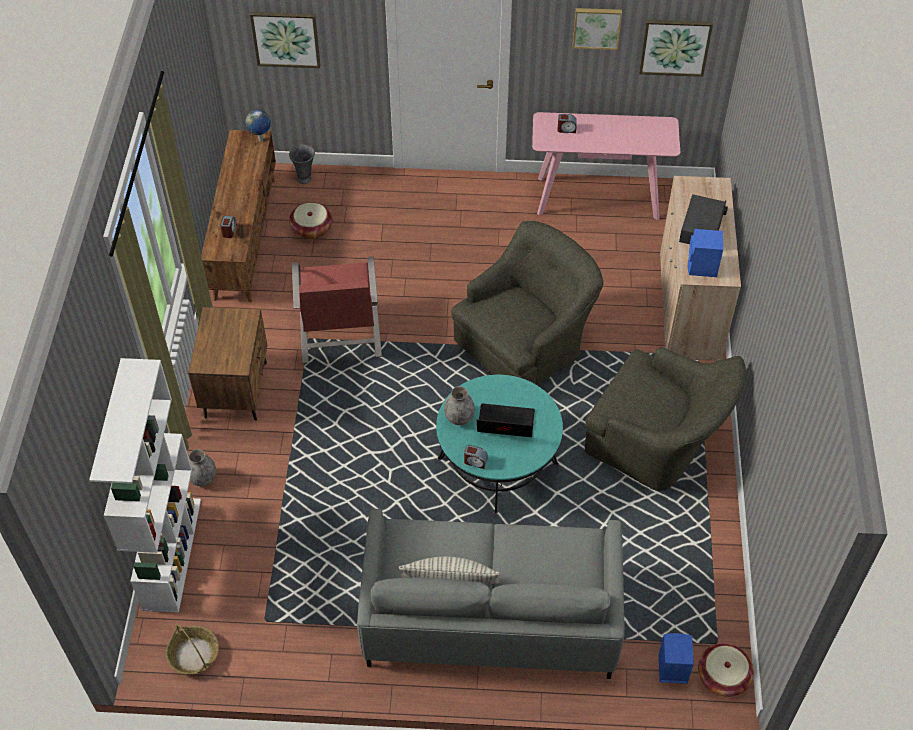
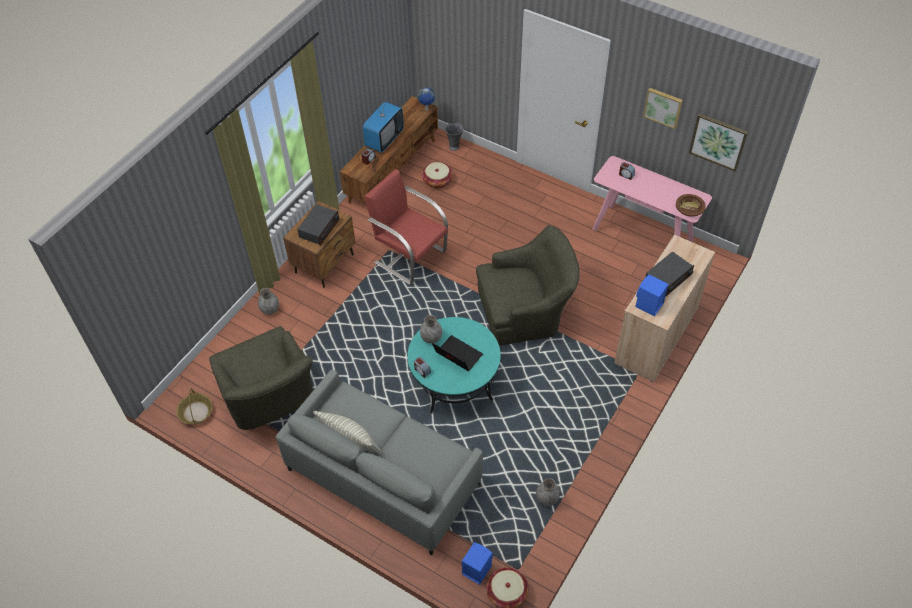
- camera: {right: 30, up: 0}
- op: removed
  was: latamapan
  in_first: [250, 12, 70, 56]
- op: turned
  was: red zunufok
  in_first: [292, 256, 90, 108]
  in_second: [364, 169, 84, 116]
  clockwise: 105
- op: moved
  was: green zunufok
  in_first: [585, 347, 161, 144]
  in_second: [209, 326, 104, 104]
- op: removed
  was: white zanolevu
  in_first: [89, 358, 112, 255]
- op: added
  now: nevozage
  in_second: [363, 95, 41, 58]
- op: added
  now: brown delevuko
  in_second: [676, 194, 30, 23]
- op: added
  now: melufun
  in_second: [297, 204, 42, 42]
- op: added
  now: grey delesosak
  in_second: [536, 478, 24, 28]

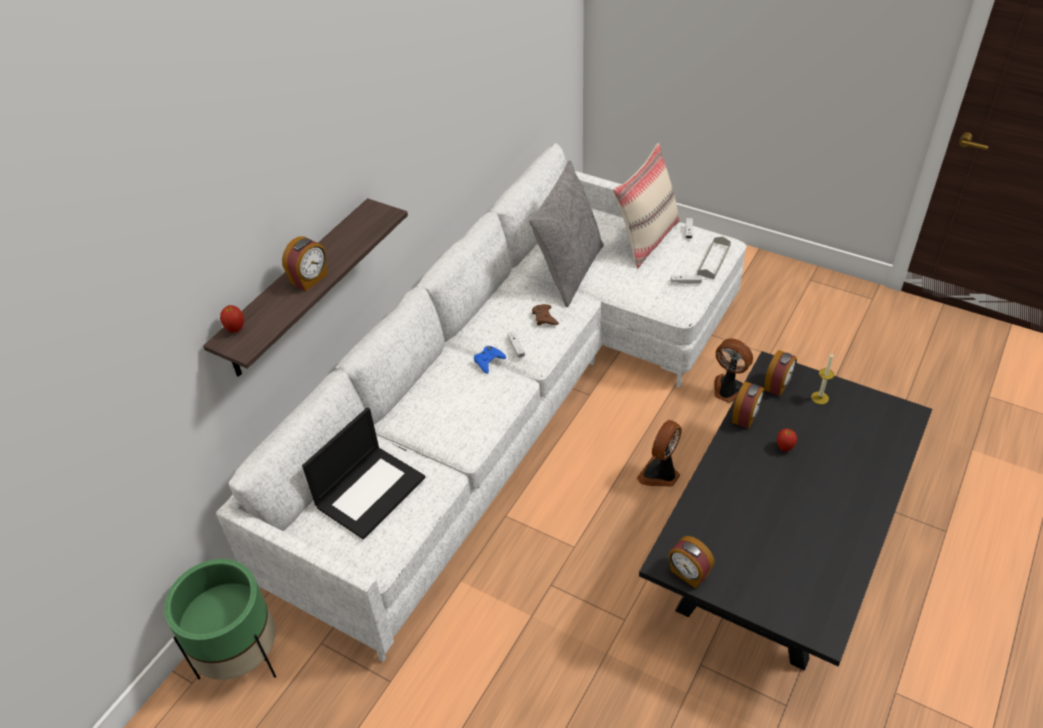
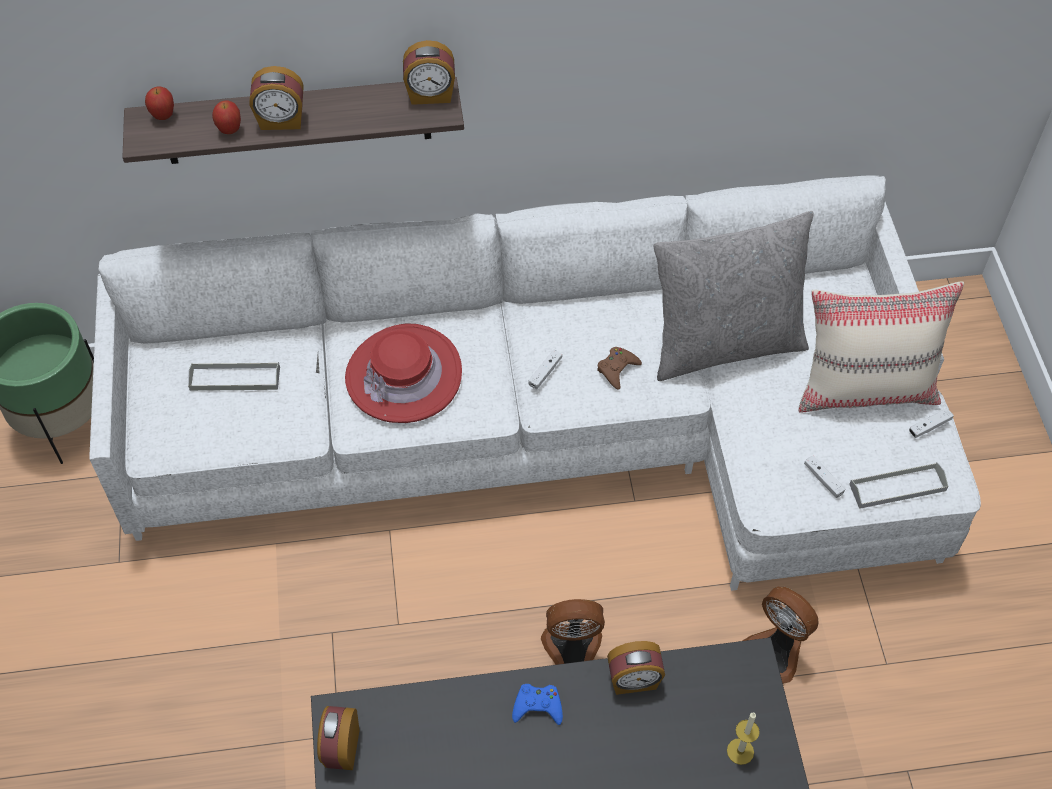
- camera: {right: 50, up: 10}
- op: turned
  was: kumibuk
  in_first: [714, 338, 39, 65]
  in_second: [742, 587, 76, 97]
  clockwise: 135
- op: moved
  was: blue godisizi
  in_first: [474, 346, 32, 28]
  in_second: [512, 684, 51, 41]
- op: moved
  was: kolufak
  in_first: [764, 350, 33, 46]
  in_second: [403, 40, 52, 65]
- op: replaced
  was: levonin
  now: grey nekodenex
  in_first: [302, 407, 123, 133]
  in_second: [188, 362, 92, 29]
- op: moved
  was: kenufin
  in_first: [777, 429, 20, 22]
  in_second: [212, 100, 29, 34]
- op: added
  now: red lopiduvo
  in_second: [345, 324, 117, 99]

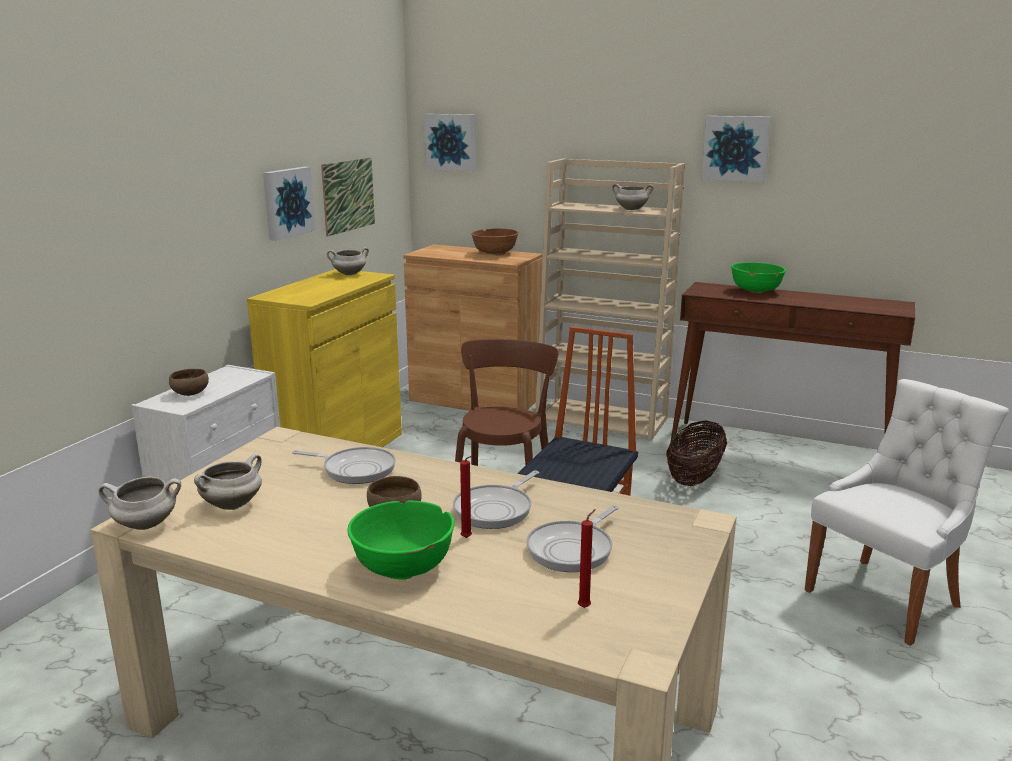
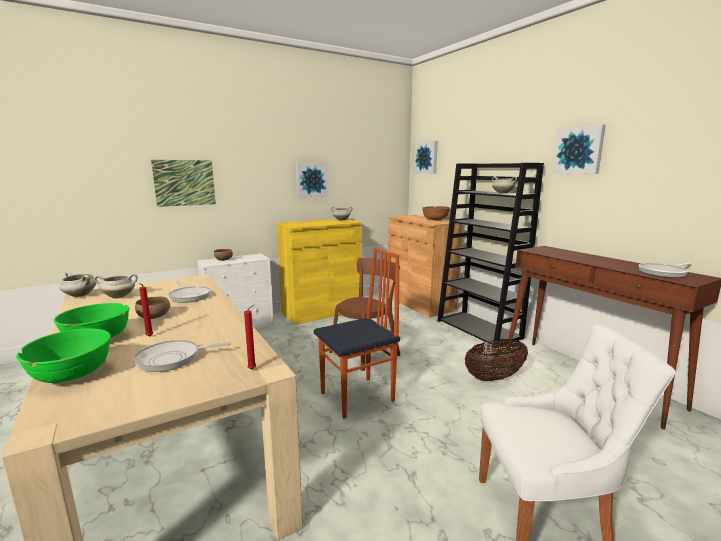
- camera: {right: 35, up: -5}
- op: moved
  was: latamapan
  in_first: [321, 157, 54, 79]
  in_second: [151, 160, 65, 47]
- op: recoloured
  was: beige zanolevu
  now: black zanolevu
  in_first: [535, 159, 150, 282]
  in_second: [437, 163, 107, 185]
- op: moved
  was: green delevuko
  in_first: [731, 262, 55, 32]
  in_second: [16, 328, 95, 55]
- op: moved
  was: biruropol
  in_first: [453, 470, 86, 59]
  in_second: [639, 263, 53, 15]
- op: moved
  was: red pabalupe
  in_first: [578, 509, 18, 99]
  in_second: [244, 305, 12, 64]

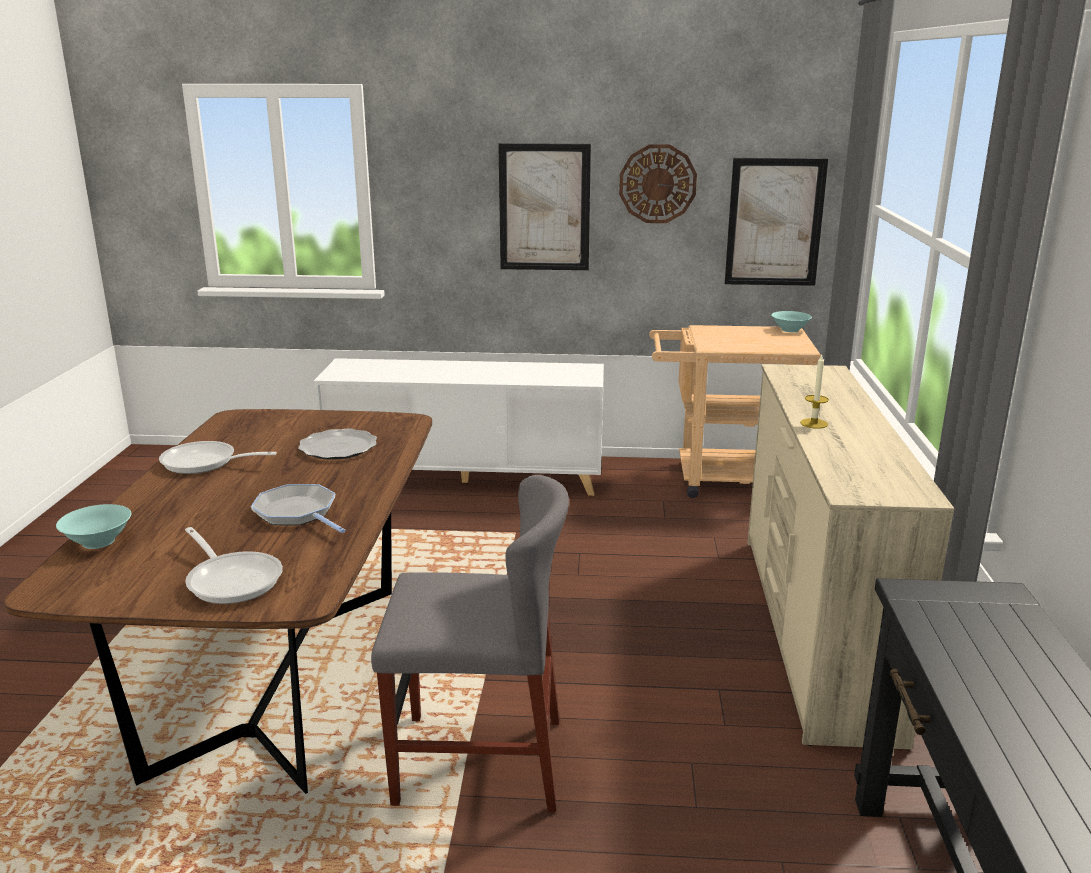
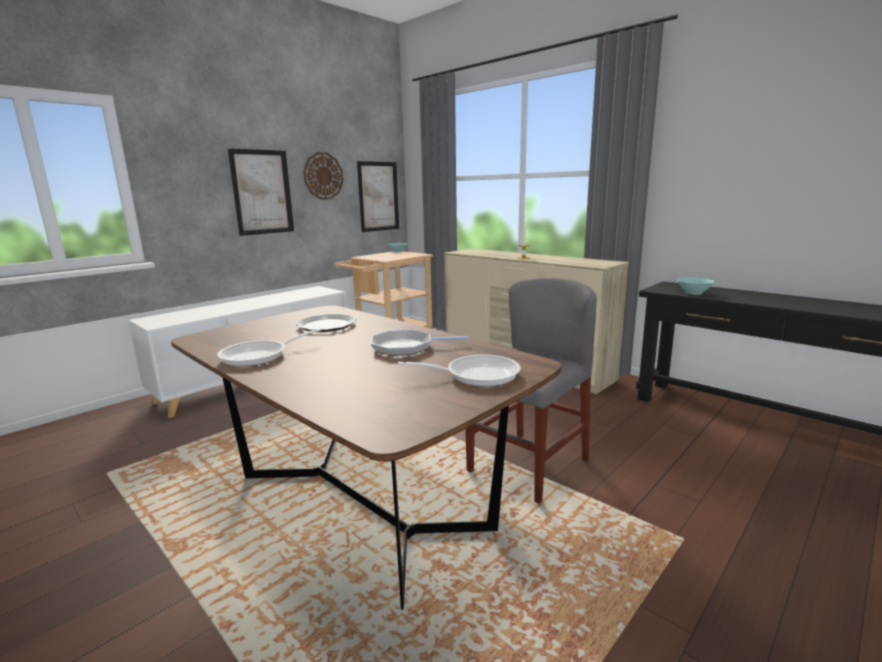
- camera: {right: -50, up: -5}
- op: moved
  was: turquoise delevuko
  in_first: [56, 504, 75, 45]
  in_second: [677, 277, 38, 18]

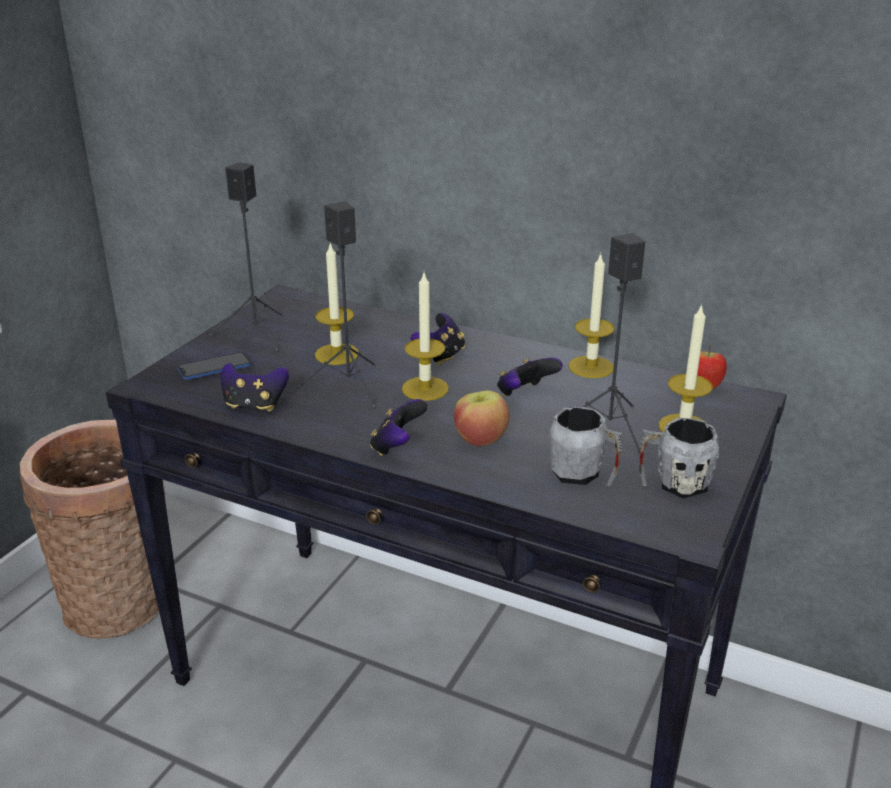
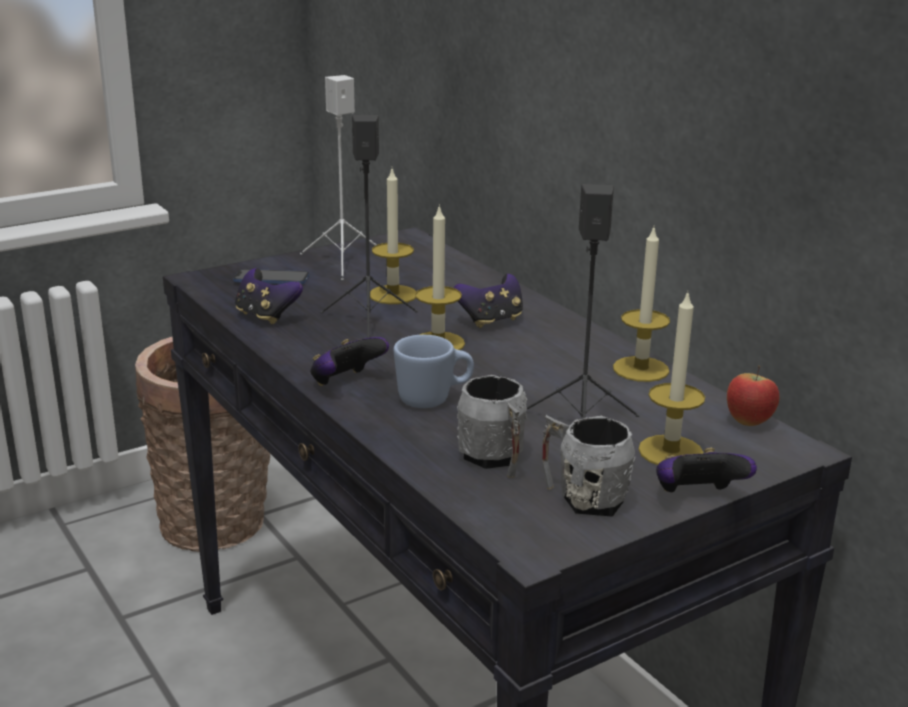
- camera: {right: 30, up: -5}
- op: recoloured
  was: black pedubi
  now: white pedubi
  in_first: [209, 162, 74, 190]
  in_second: [300, 75, 76, 205]
- op: moved
  was: godisizi
  in_first: [497, 357, 66, 39]
  in_second: [656, 448, 101, 44]
- op: replaced
  was: kenufin
  now: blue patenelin
  in_first: [454, 390, 56, 56]
  in_second: [394, 335, 80, 73]

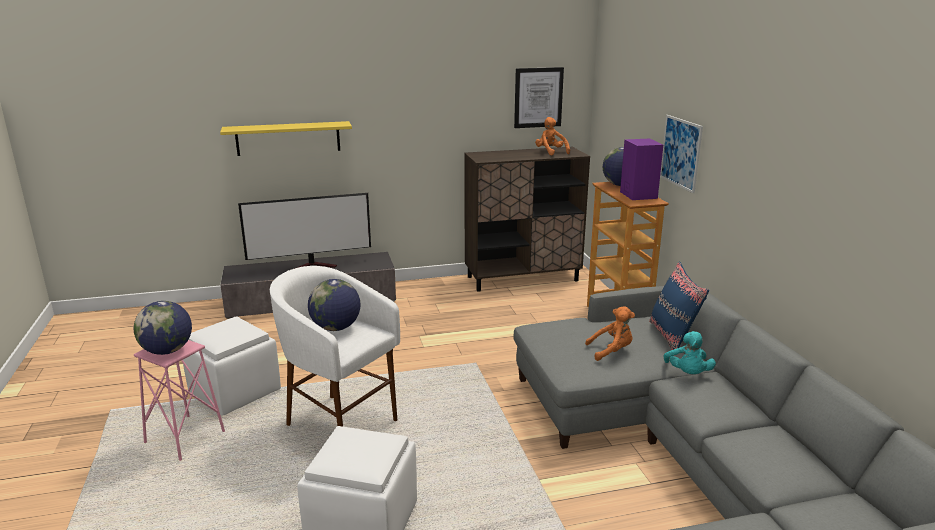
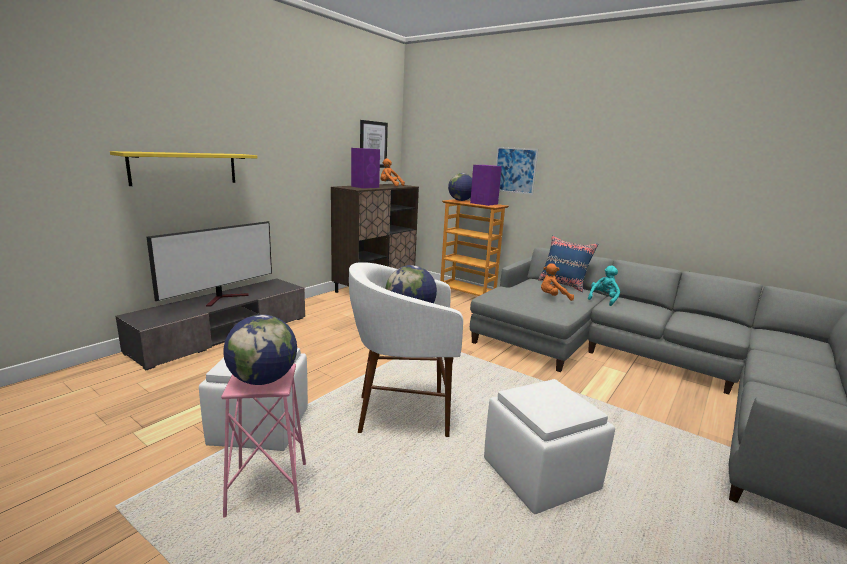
- camera: {right: -40, up: -5}
- op: turned
  was: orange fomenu
  in_first: [585, 306, 50, 55]
  in_second: [541, 263, 33, 38]
  clockwise: -135
- op: turned
  was: turquoise fomenu
  in_first: [663, 331, 53, 43]
  in_second: [588, 265, 32, 41]
  clockwise: -105
- op: added
  now: purple pedubi
  in_second: [351, 148, 29, 40]

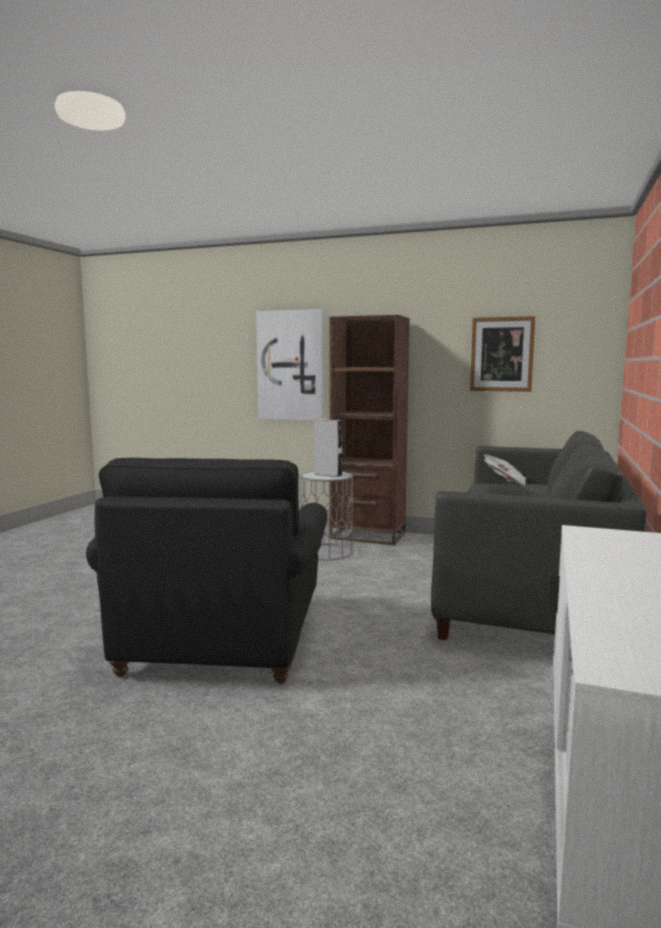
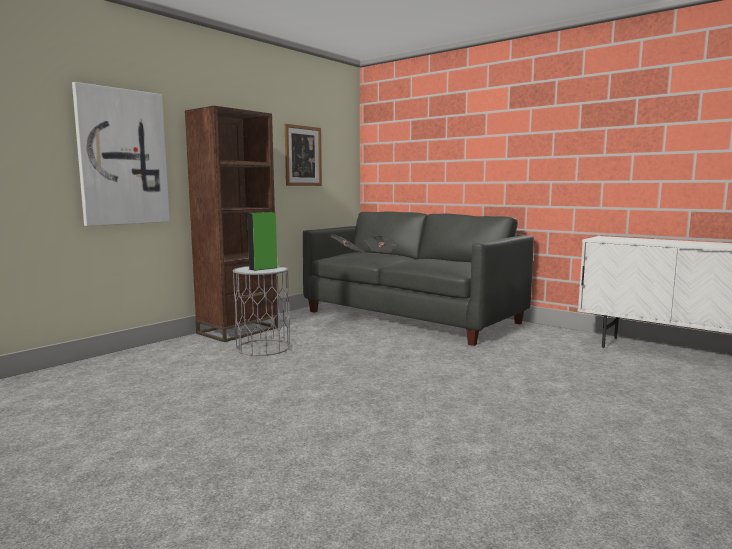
- camera: {right: -70, up: 0}
- op: recoloured
  was: grey pedubi
  now: green pedubi
  in_first: [314, 419, 28, 58]
  in_second: [247, 212, 30, 59]
- op: removed
  was: black zunufok
  in_first: [86, 458, 241, 225]

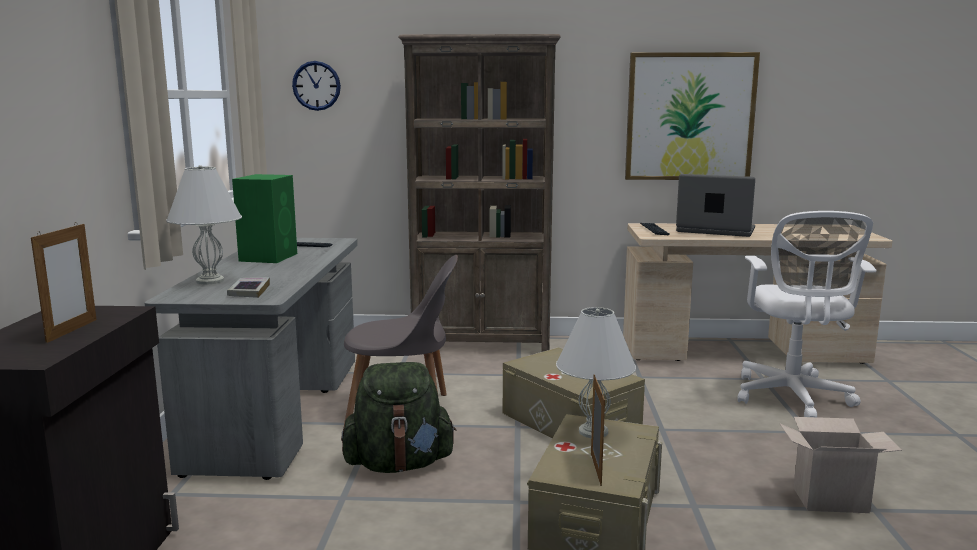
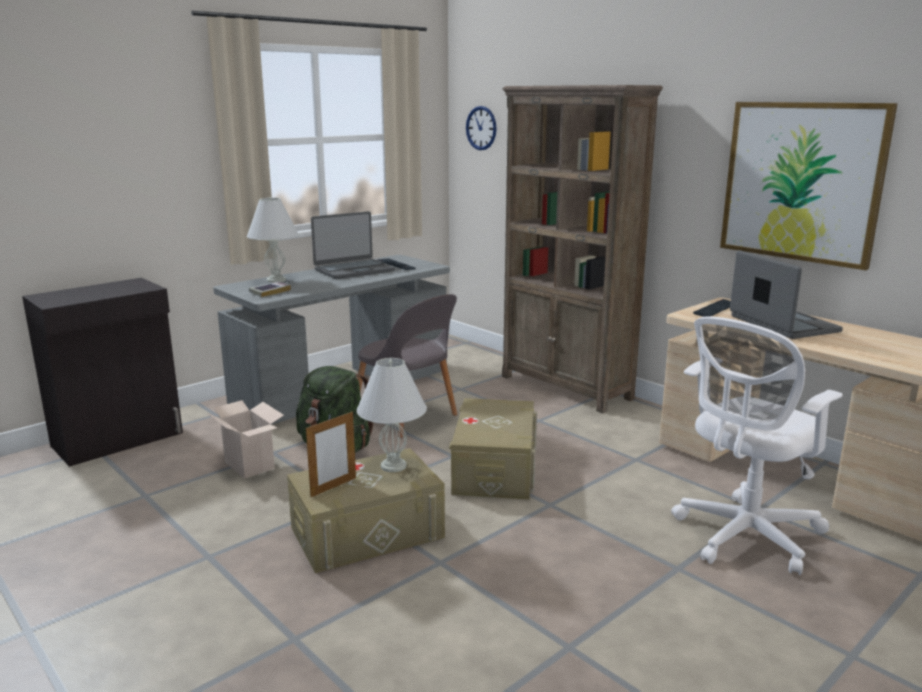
- camera: {right: 45, up: 5}
- op: replaced
  was: green pedubi
  now: levonin
  in_first: [232, 174, 65, 89]
  in_second: [311, 211, 84, 68]
- op: removed
  was: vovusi
  in_first: [31, 222, 66, 121]
- op: moved
  was: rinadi
  in_first: [780, 417, 122, 96]
  in_second: [207, 400, 77, 79]

